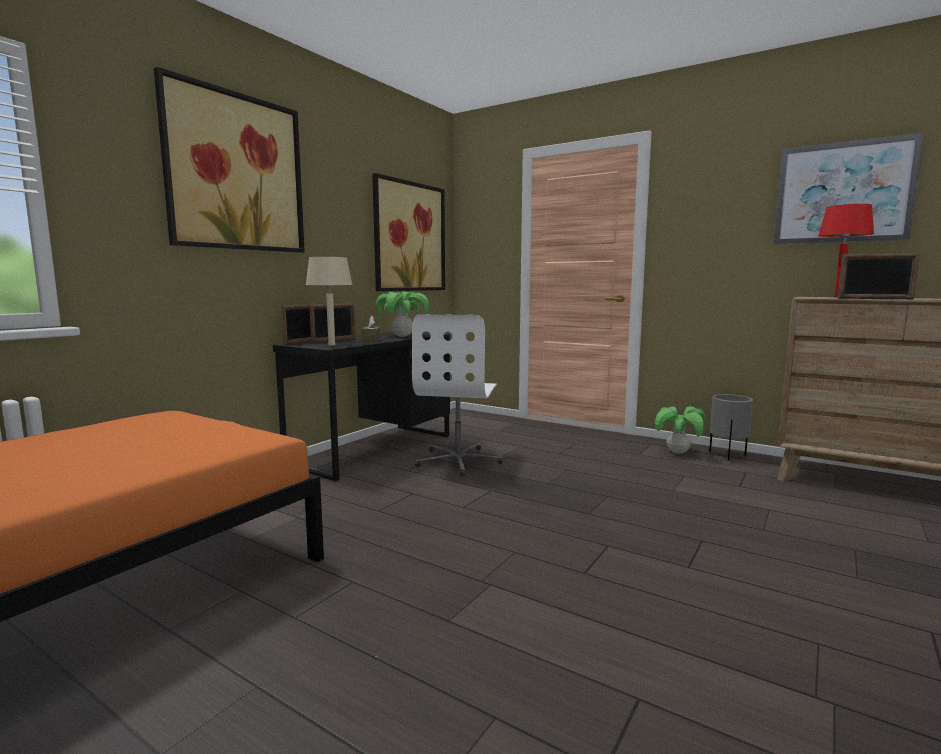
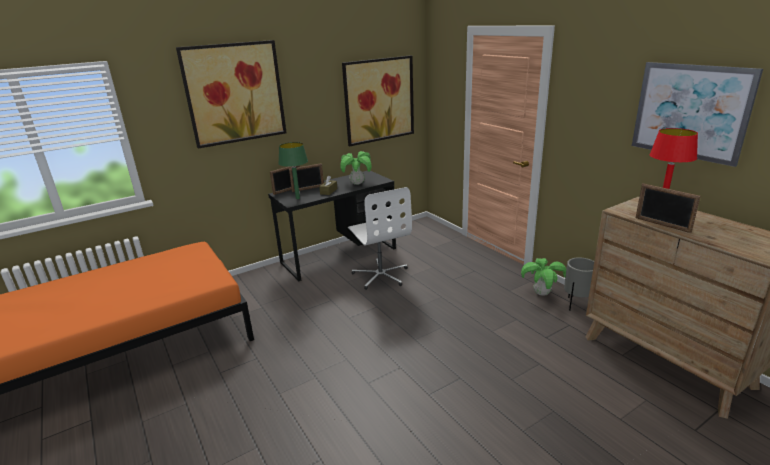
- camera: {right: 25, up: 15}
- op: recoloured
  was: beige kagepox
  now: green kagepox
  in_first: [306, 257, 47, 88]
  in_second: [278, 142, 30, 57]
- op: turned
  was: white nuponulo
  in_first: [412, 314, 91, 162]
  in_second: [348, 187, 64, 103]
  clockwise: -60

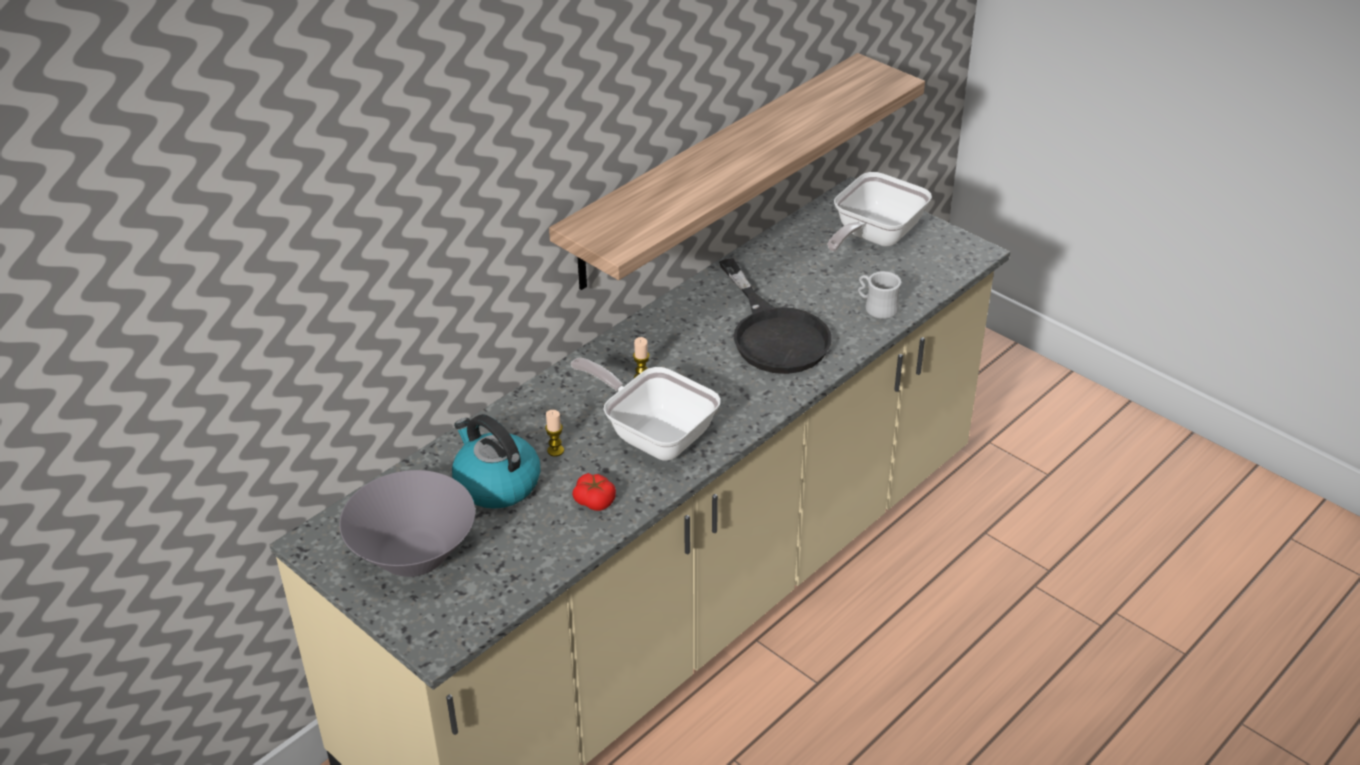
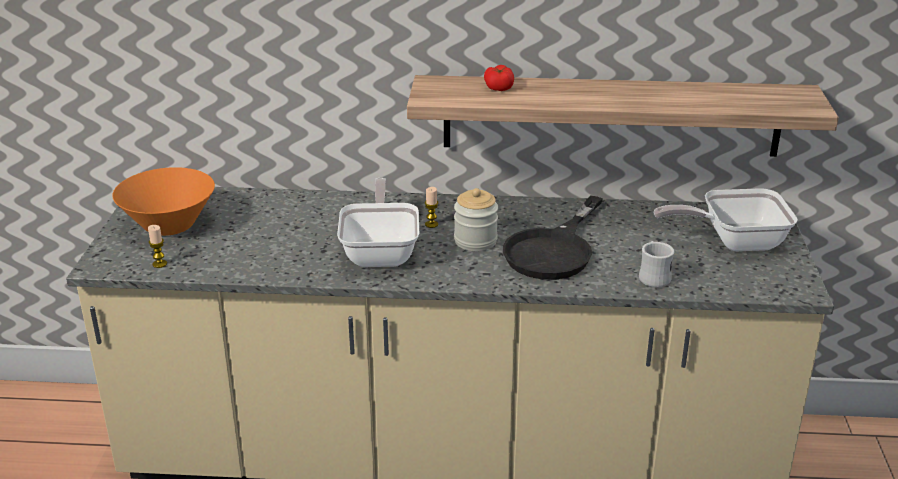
- camera: {right: 50, up: -10}
- op: moved
  was: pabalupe
  in_first: [545, 410, 19, 47]
  in_second: [148, 225, 19, 43]
- op: removed
  was: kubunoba
  in_first: [452, 414, 89, 95]
- op: recoloured
  was: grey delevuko
  now: orange delevuko
  in_first: [339, 470, 136, 107]
  in_second: [112, 167, 103, 69]
- op: moved
  was: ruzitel
  in_first: [572, 473, 44, 38]
  in_second: [484, 65, 30, 26]
- op: added
  now: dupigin
  in_second: [454, 188, 44, 63]

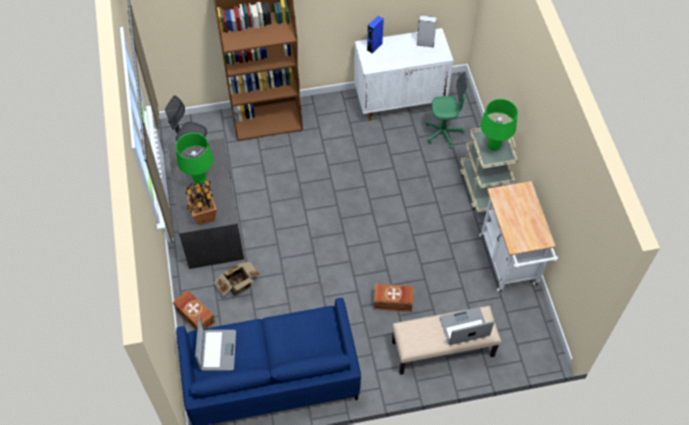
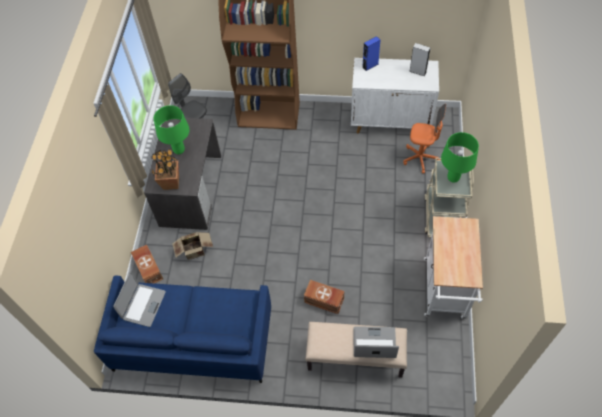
- camera: {right: 20, up: 0}
- op: recoloured
  was: green nuponulo
  now: orange nuponulo
  in_first: [425, 72, 43, 77]
  in_second: [403, 104, 43, 70]

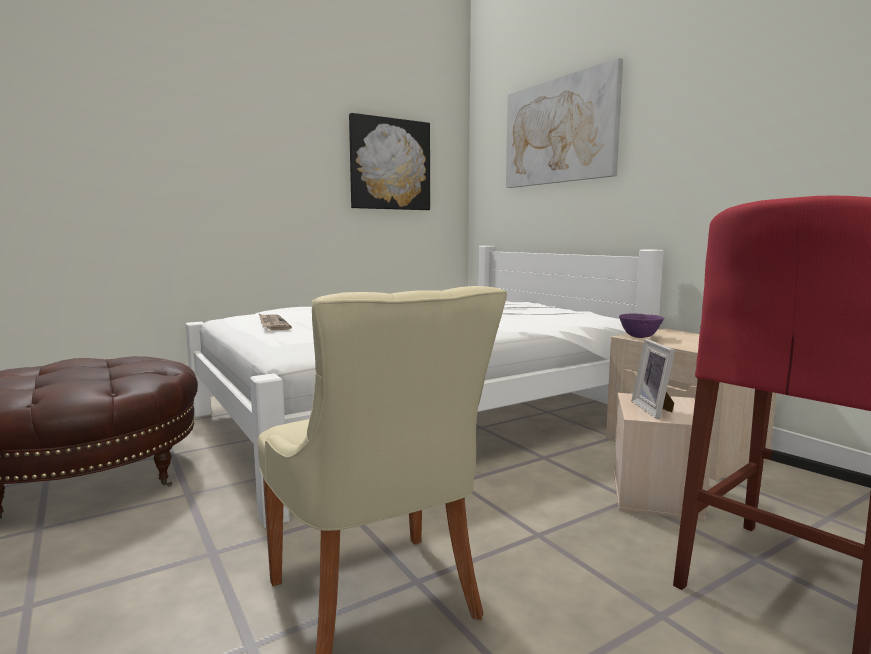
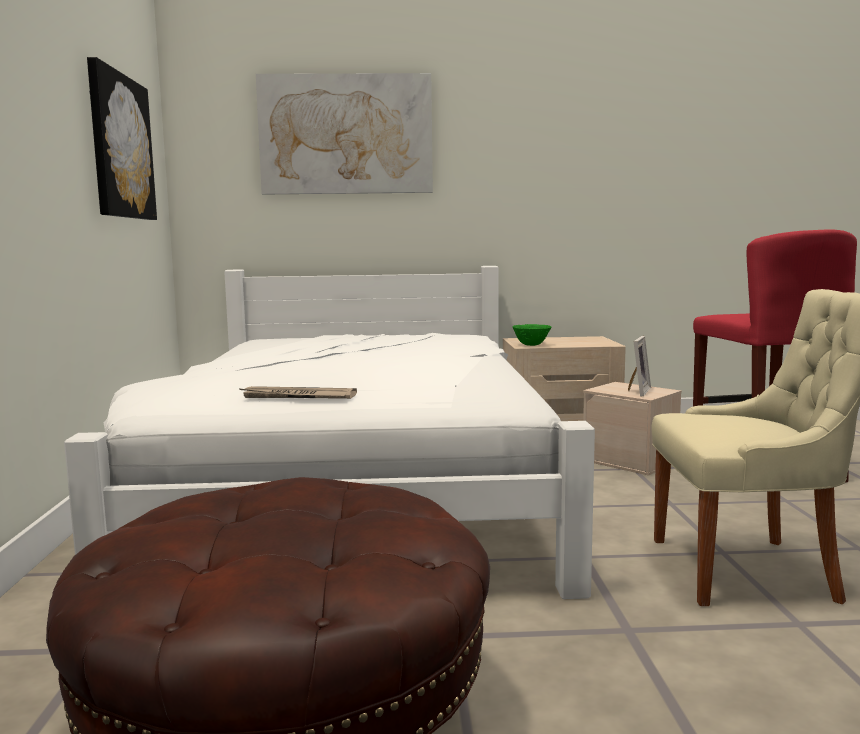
- camera: {right: -60, up: 0}
- op: recoloured
  was: purple delevuko
  now: green delevuko
  in_first: [619, 314, 45, 24]
  in_second: [512, 324, 39, 22]
- op: turned
  was: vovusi
  in_first: [631, 339, 44, 80]
  in_second: [628, 336, 23, 61]
  clockwise: -90

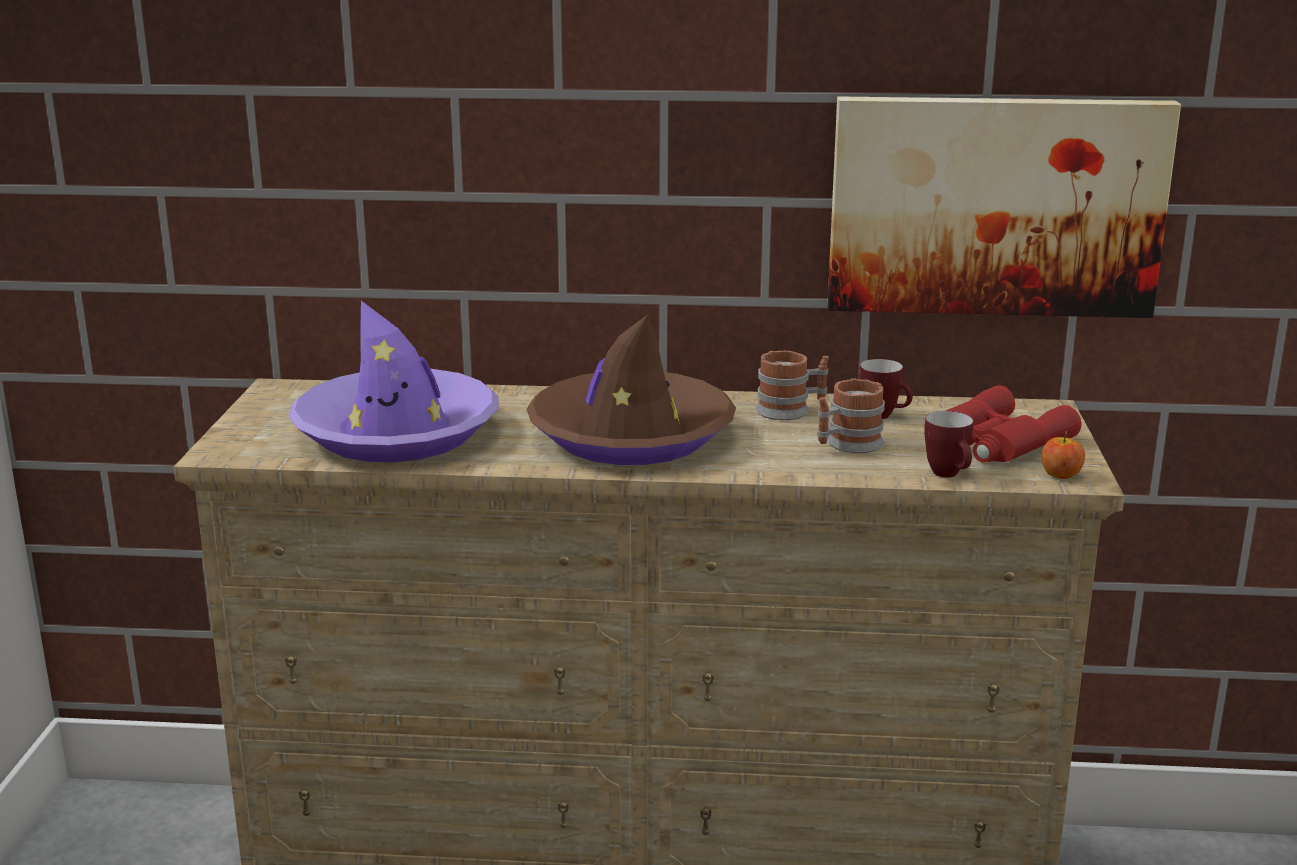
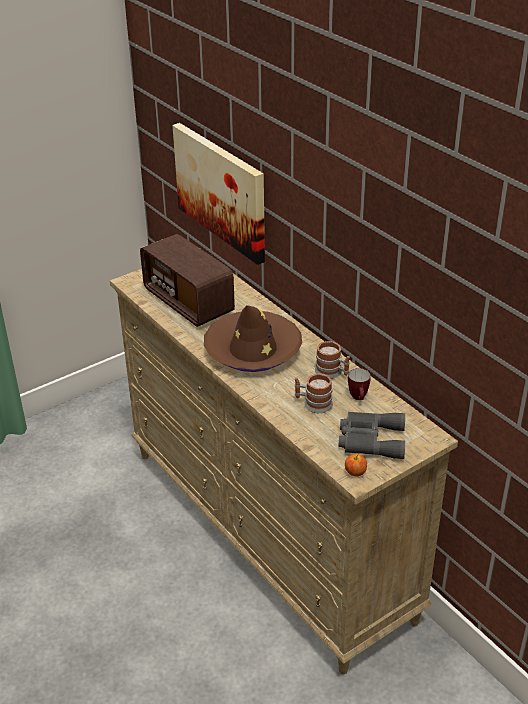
- camera: {right: 50, up: 15}
- op: moved
  was: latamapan
  in_first: [828, 97, 353, 221]
  in_second: [173, 123, 92, 142]
- op: replaced
  was: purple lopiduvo
  now: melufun
  in_first: [288, 301, 211, 161]
  in_second: [140, 234, 95, 93]
- op: recoloured
  was: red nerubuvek
  now: grey nerubuvek
  in_first: [945, 385, 136, 78]
  in_second: [338, 412, 67, 47]
- op: removed
  was: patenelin
  in_first: [924, 411, 49, 67]

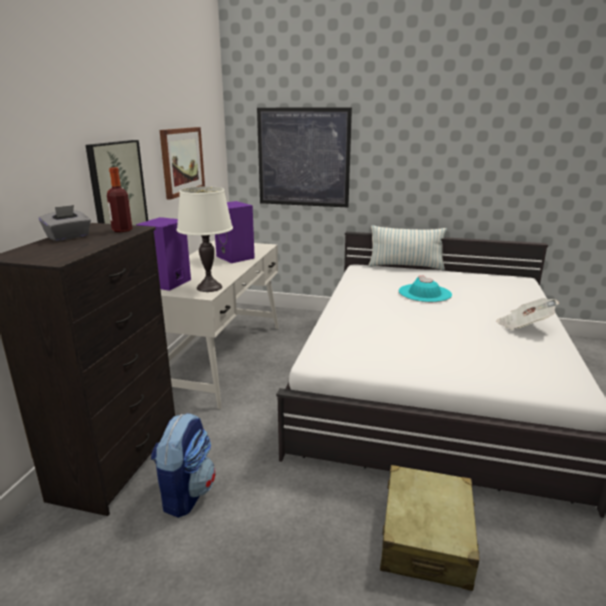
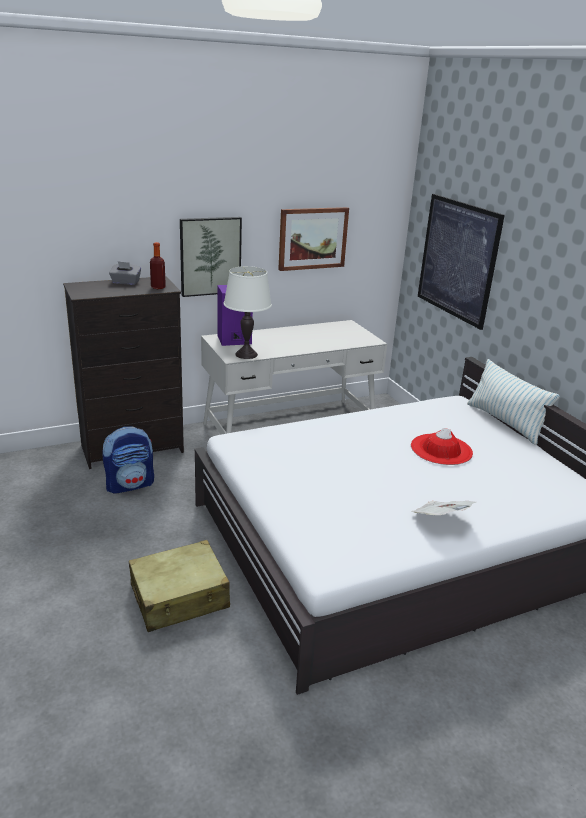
- camera: {right: 50, up: 5}
- op: removed
  was: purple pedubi
  in_first: [215, 201, 40, 62]
- op: recoloured
  was: turquoise lopiduvo
  now: red lopiduvo
  in_first: [399, 275, 53, 27]
  in_second: [411, 428, 62, 37]

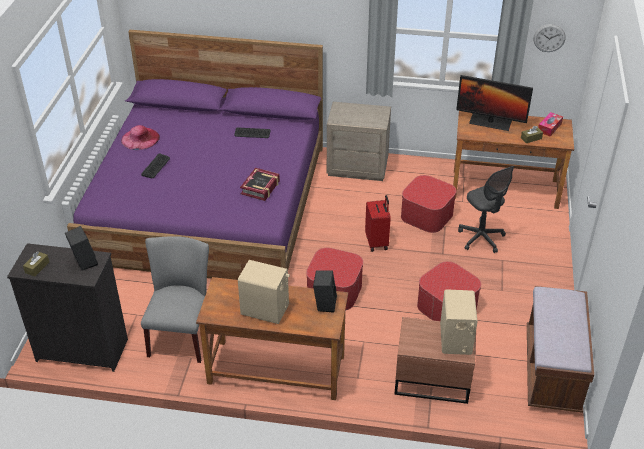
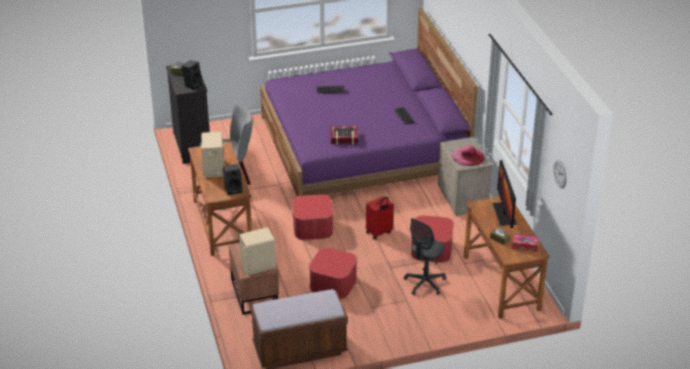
- camera: {right: 65, up: -5}
- op: moved
  was: pink lopiduvo
  in_first: [121, 125, 39, 25]
  in_second: [452, 145, 33, 21]

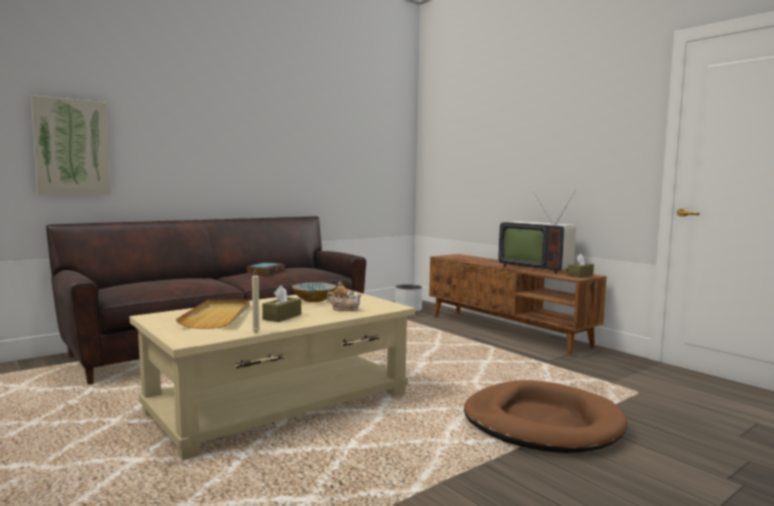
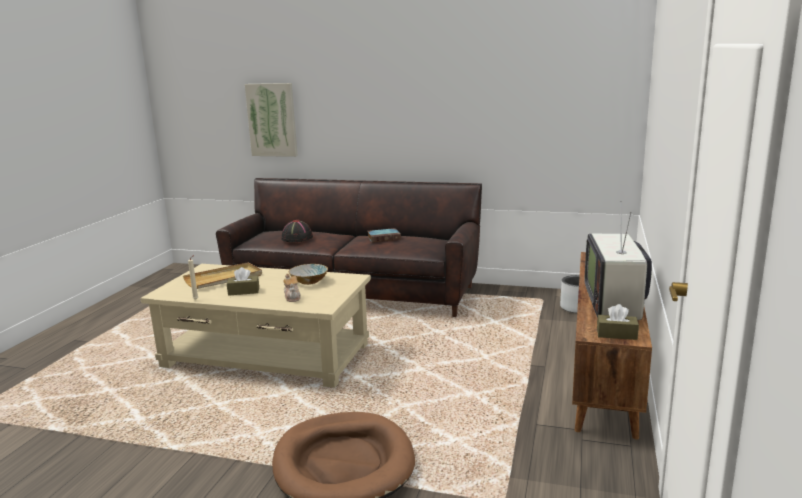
- camera: {right: 55, up: 10}
- op: added
  now: black lopiduvo
  in_second: [281, 220, 32, 22]

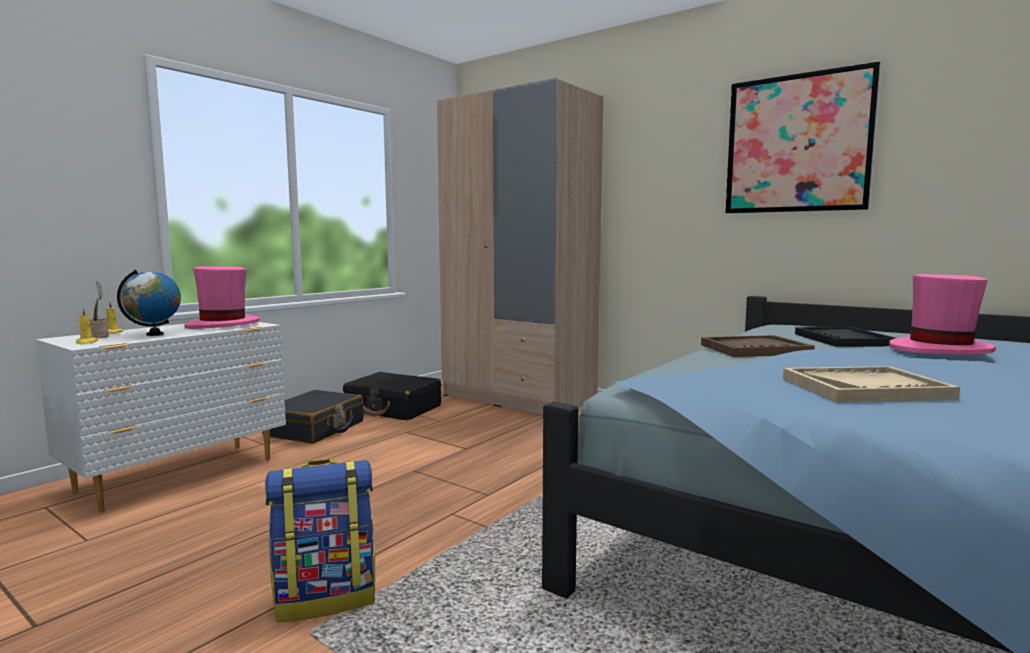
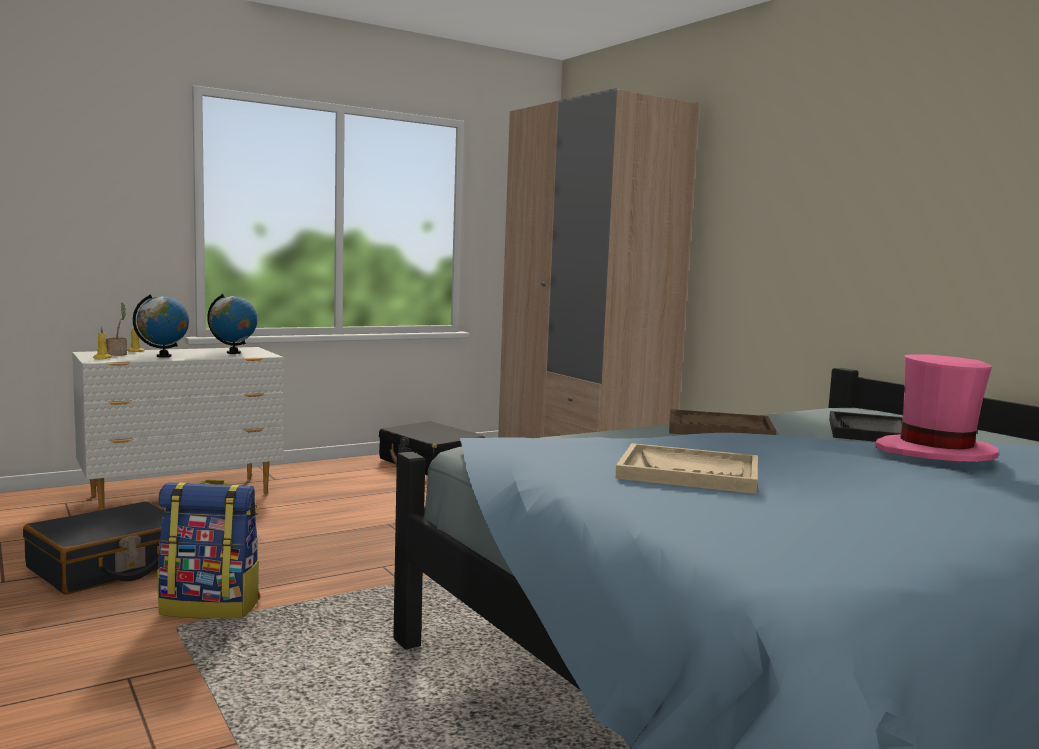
- camera: {right: 20, up: 0}
- op: removed
  was: latamapan
  in_first: [725, 61, 156, 152]
- op: replaced
  was: pink lopiduvo
  now: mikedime
  in_first: [184, 266, 75, 63]
  in_second: [207, 294, 50, 60]
- op: moved
  was: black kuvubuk
  in_first: [262, 390, 102, 54]
  in_second: [23, 501, 142, 94]

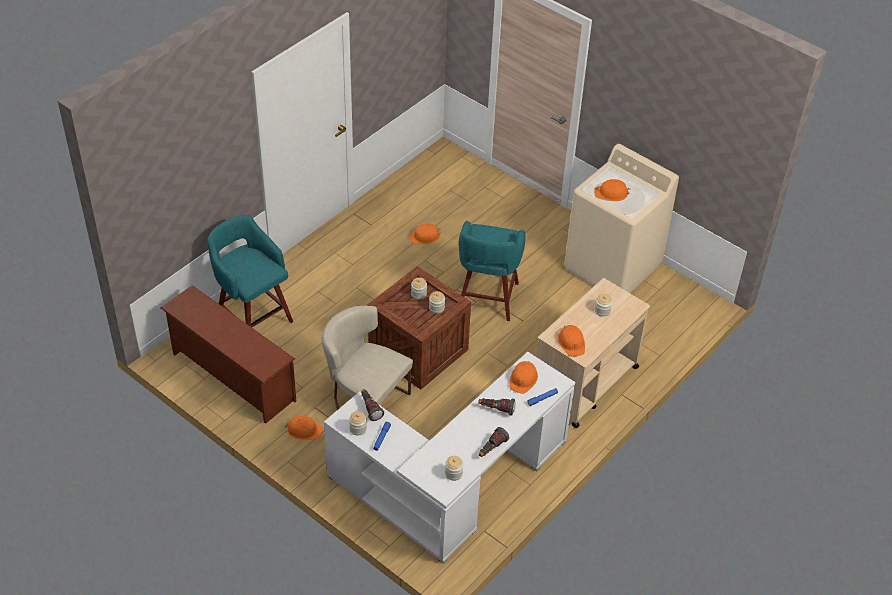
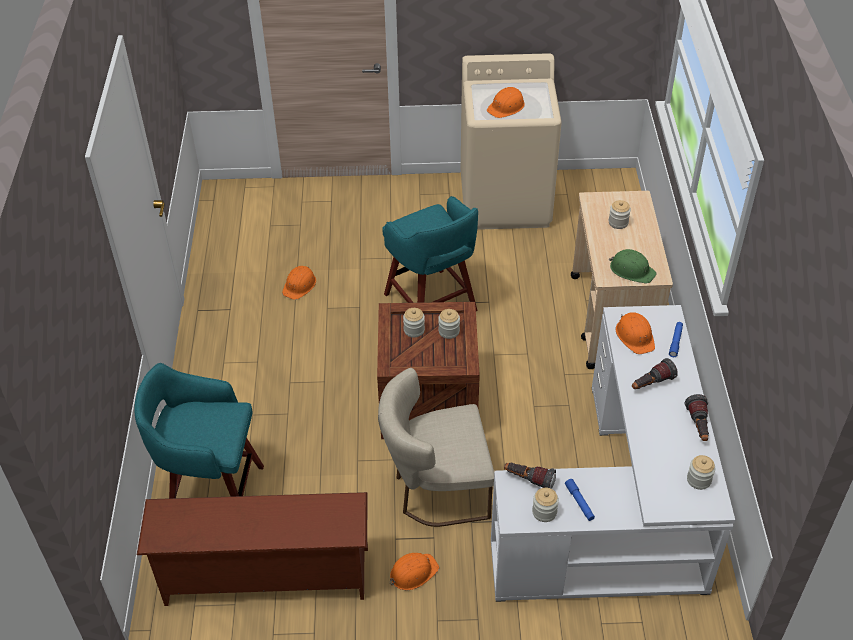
- camera: {right: -40, up: 0}
- op: recoloured
  was: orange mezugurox
  now: green mezugurox
  in_first: [558, 325, 27, 32]
  in_second: [609, 249, 47, 34]

